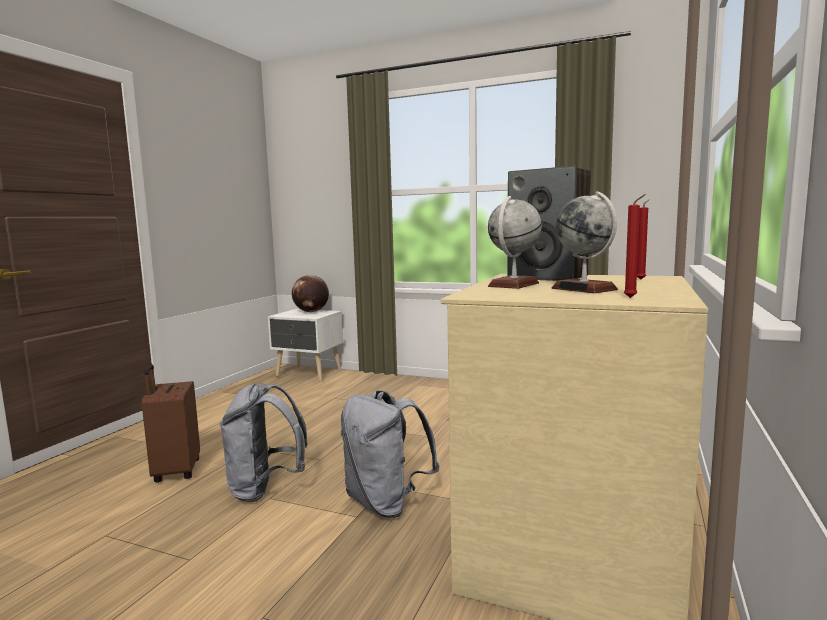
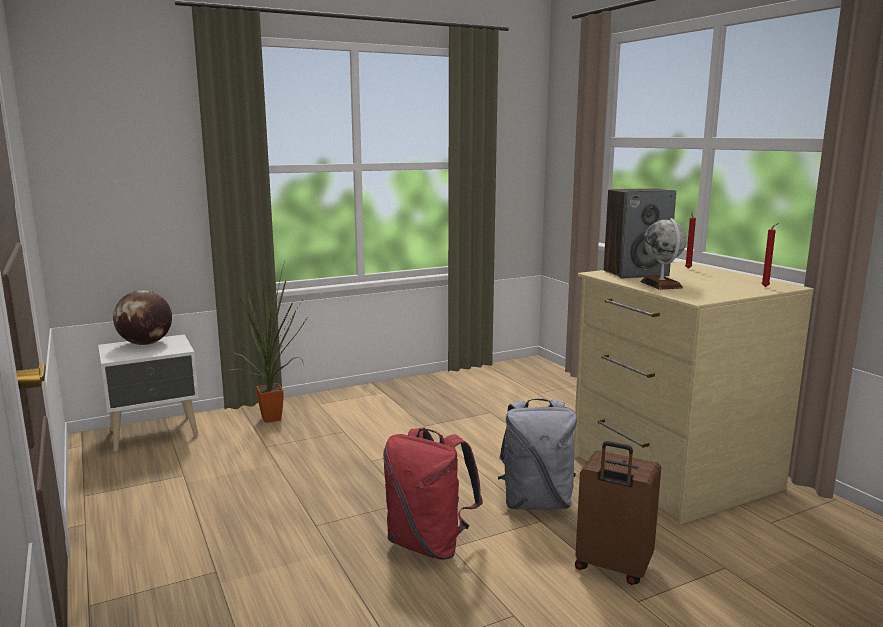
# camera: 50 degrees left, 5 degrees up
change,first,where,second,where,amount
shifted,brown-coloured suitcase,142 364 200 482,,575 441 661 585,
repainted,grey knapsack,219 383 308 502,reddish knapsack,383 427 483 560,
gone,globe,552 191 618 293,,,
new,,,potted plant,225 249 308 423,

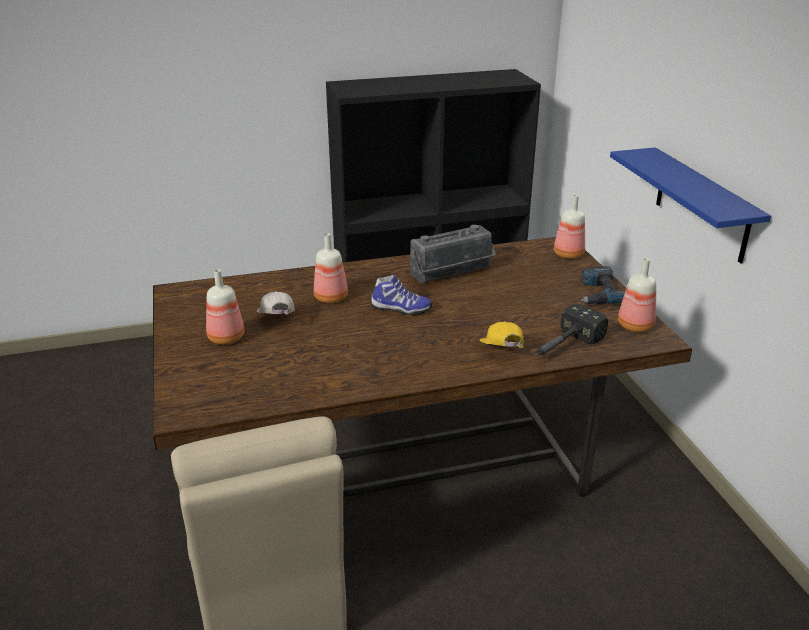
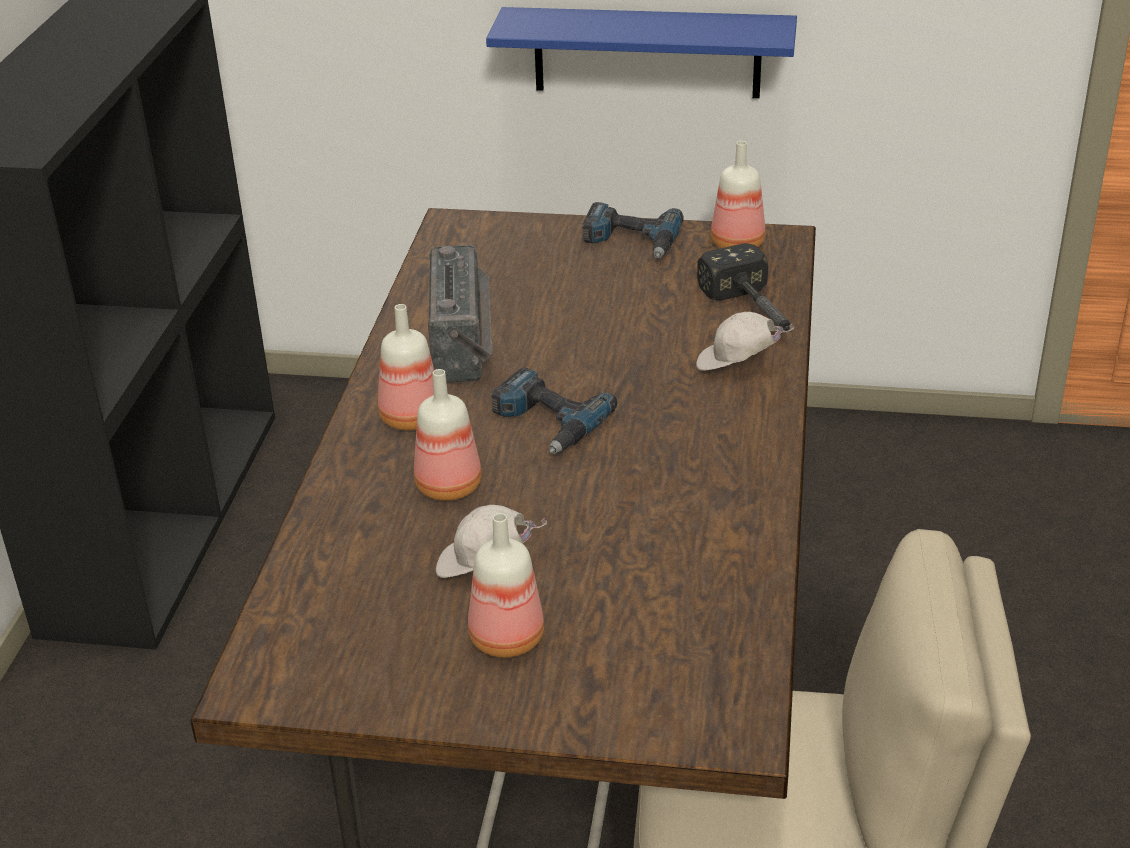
# camera: 65 degrees left, 5 degrees up
change,first,where,second,where,amount
swapped,shoe,371 275 432 316,electric drill,491 368 617 454,
repainted,yellowish cap,480 321 524 348,white cap,696 312 794 371,
shifted,drink bottle,554 195 585 259,,378 304 434 431,

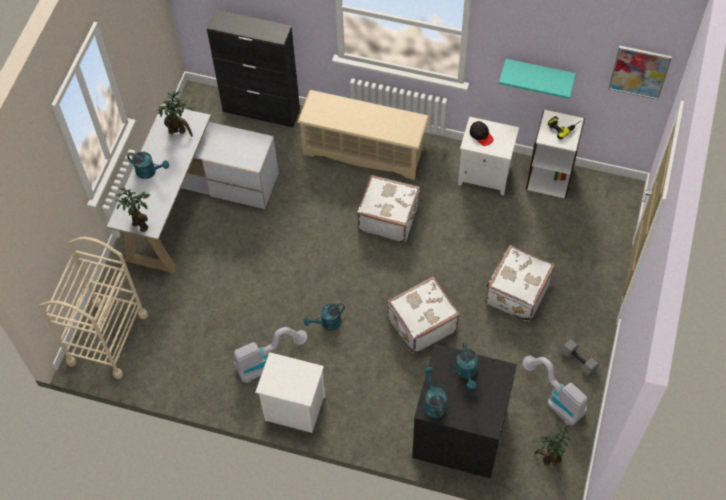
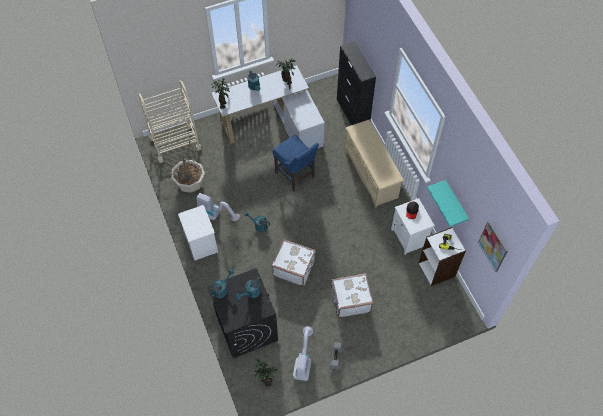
# camera: 50 degrees right, 0 degrees up
change,first,where,second,where,amount
gone,white suitcase,357 175 420 243,,,
new,,,potted plant,169 140 205 193,
new,,,blue-coloured upright chair,273 135 319 192,

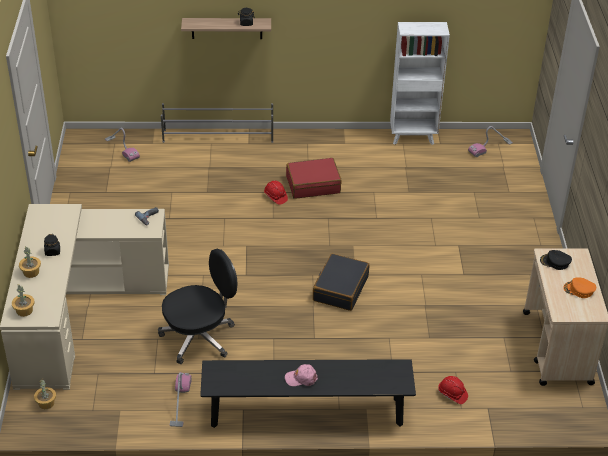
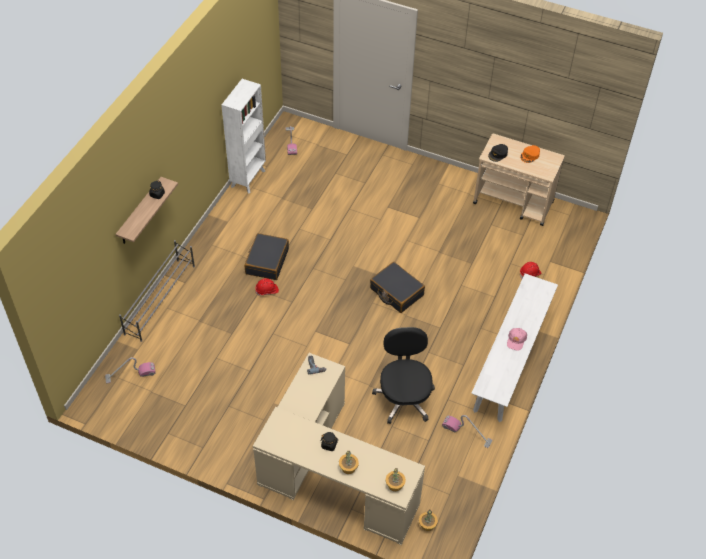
# camera: 65 degrees left, 10 degrees up
change,first,where,second,where,amount
repainted,black-coloured indoor bench,200 359 416 428,white indoor bench,471 273 558 422,
repainted,reddish suitcase,286 158 342 199,black-coloured suitcase,245 233 289 280,

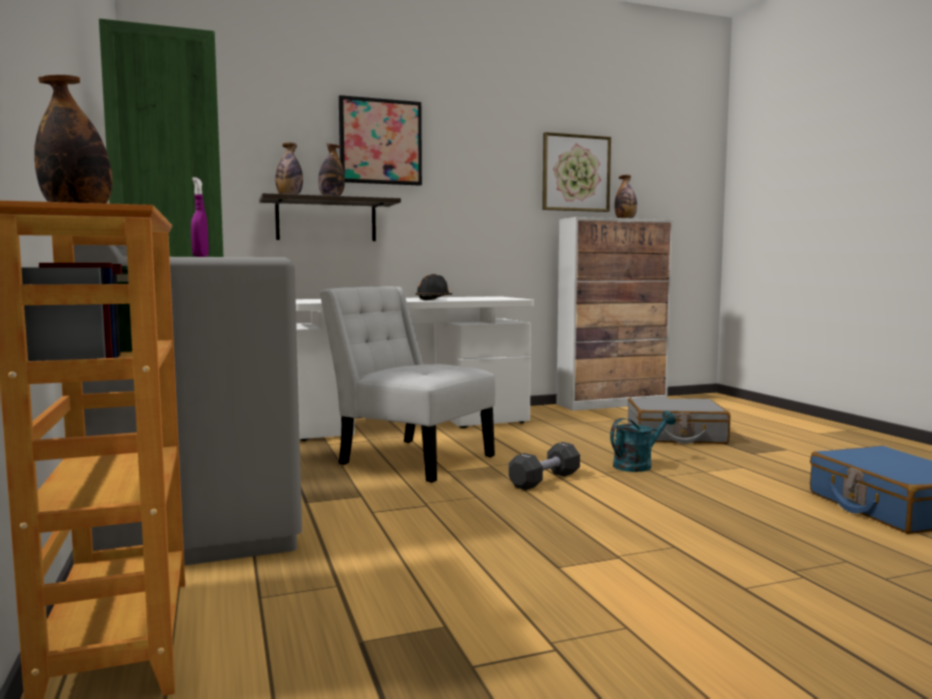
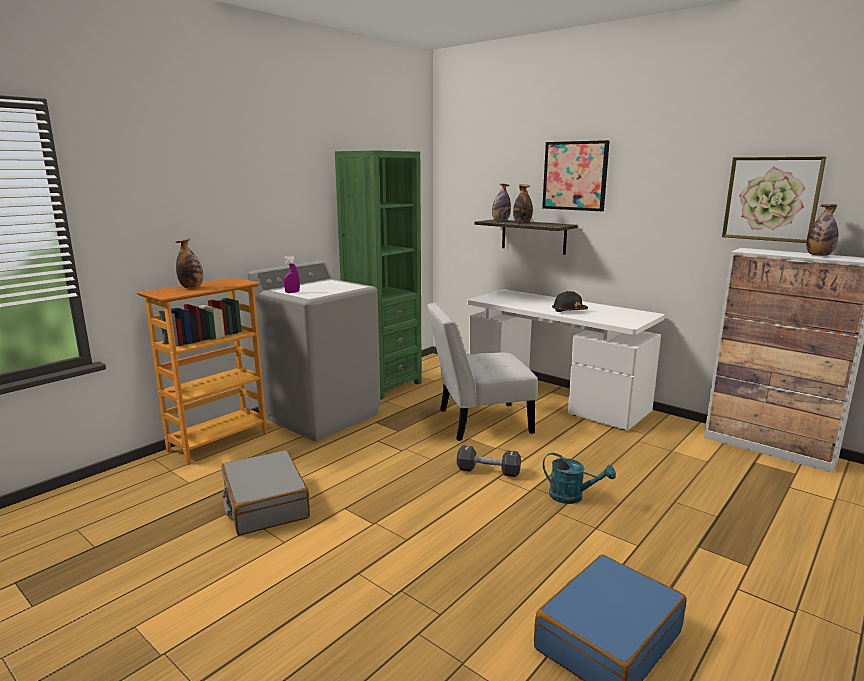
# camera: 60 degrees right, 10 degrees up
change,first,where,second,where,amount
rotated,white upright chair,320 286 496 483,,427 303 538 441,105 degrees counterclockwise
shifted,grey suitcase,628 398 730 444,,222 450 310 536,

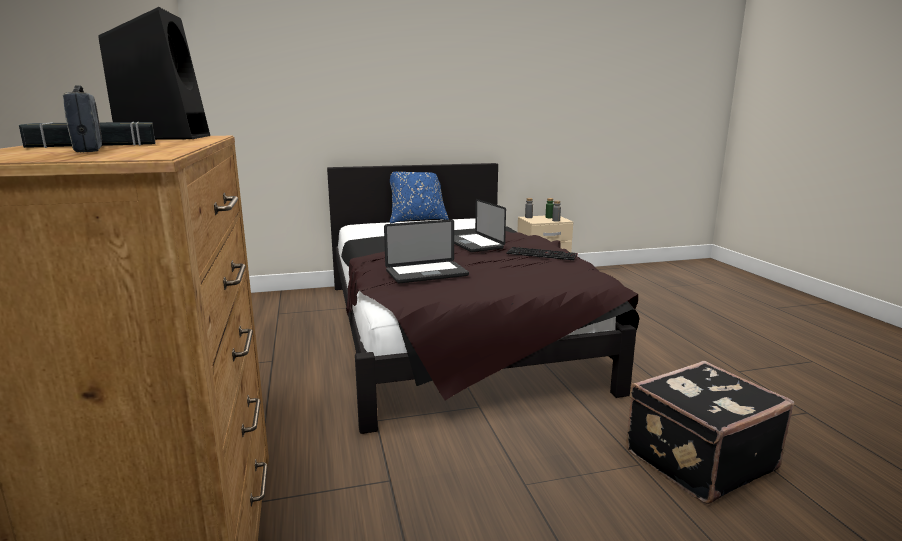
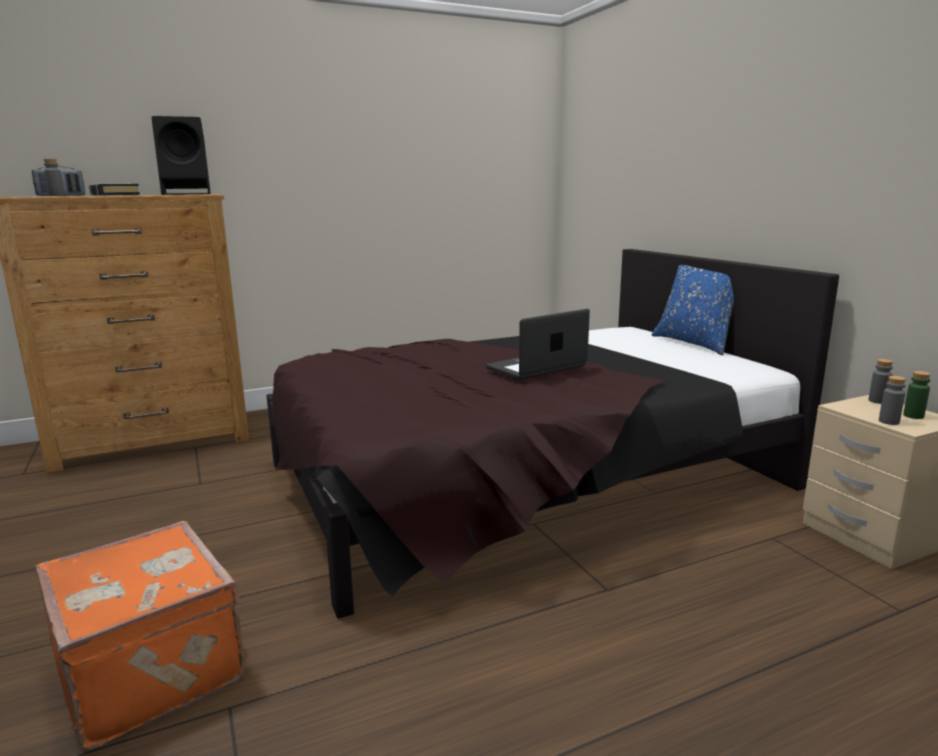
# camera: 80 degrees right, 0 degrees up
change,first,where,second,where,amount
gone,notebook computer,384 219 469 283,,,
gone,keyboard,506 247 578 260,,,
repainted,black-coloured suitcase,626 361 794 504,orangey suitcase,36 521 246 750,
new,,,grey drink bottle,44 159 65 196,

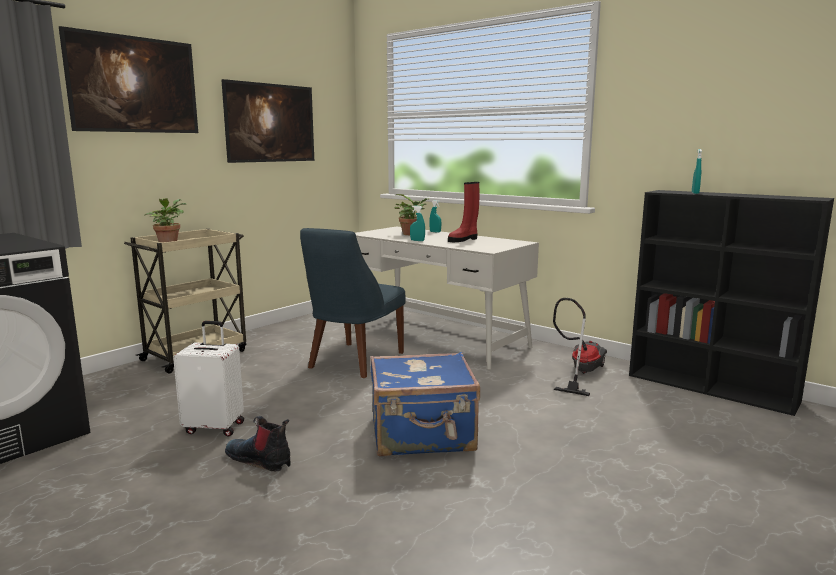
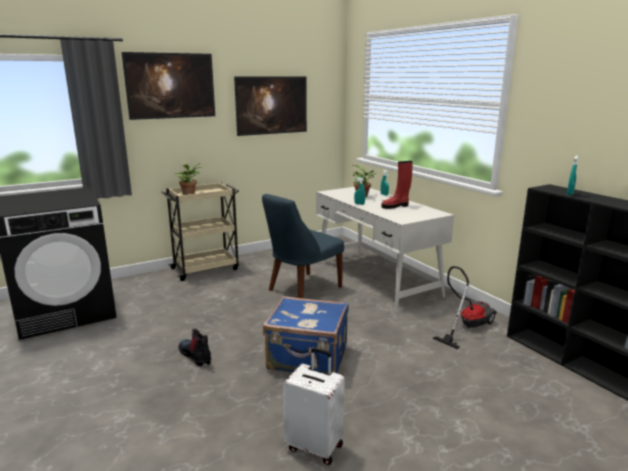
# camera: 20 degrees right, 5 degrees up
change,first,where,second,where,amount
shifted,white suitcase,173 321 244 436,,283 348 345 465,

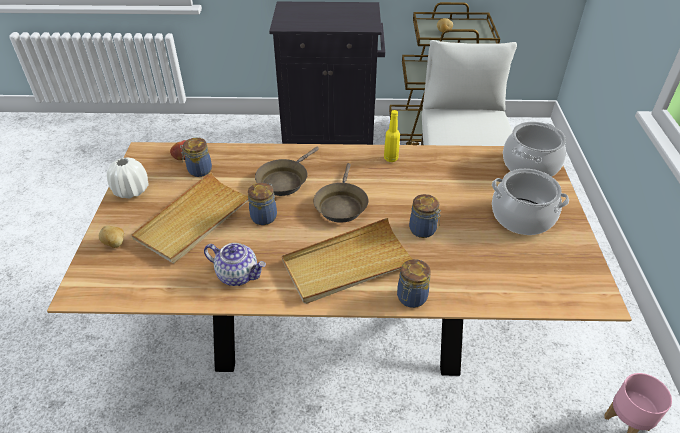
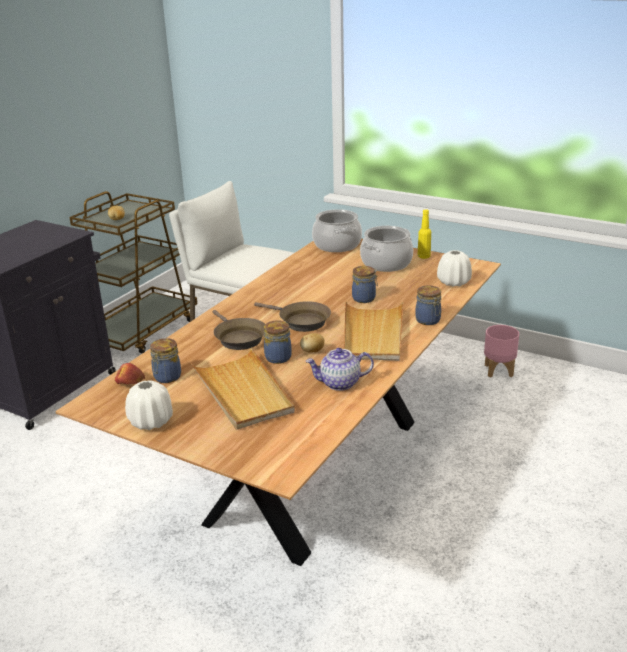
# camera: 60 degrees left, 15 degrees down
change,first,where,second,where,amount
shifted,spud,99 226 124 248,,300 333 325 353,
rotated,teapot,204 243 266 286,,306 348 374 391,150 degrees counterclockwise
shifted,yellowish drink bottle,384 110 400 162,,418 209 431 259,
new,,,white flower vase,437 250 472 287,

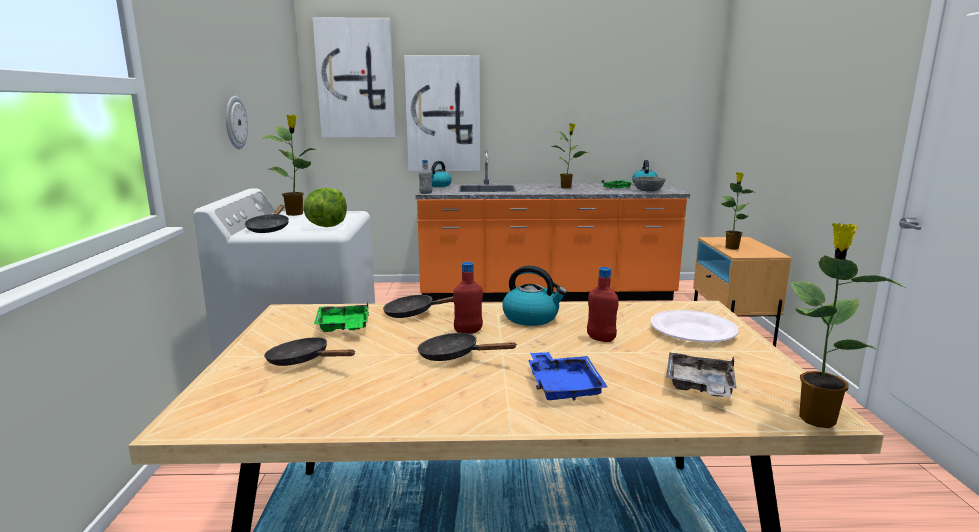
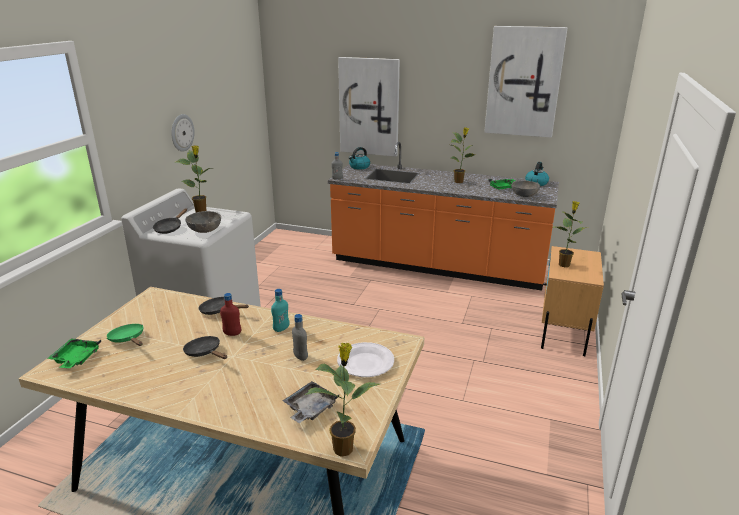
# camera: 20 degrees right, 10 degrees up
change,first,where,second,where,amount
repainted,black-coloured skillet,264 337 355 366,green skillet,107 324 143 346,
swapped,lettuce head,303 188 347 227,grey serving bowl,185 211 221 233,
shifted,picture,312 18 395 138,,484 26 568 138,
shifted,green tray,314 302 369 332,,47 338 101 368,
swapped,kettle,502 266 567 326,blue-green drink bottle,271 289 289 332,
gone,blue-coloured tray,528 352 608 401,,,
repainted,reddish drink bottle,587 267 619 342,grey drink bottle,292 314 308 361,

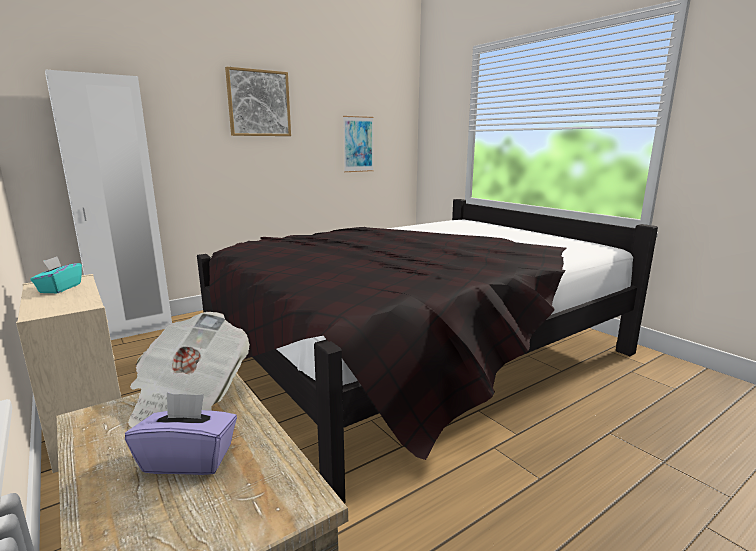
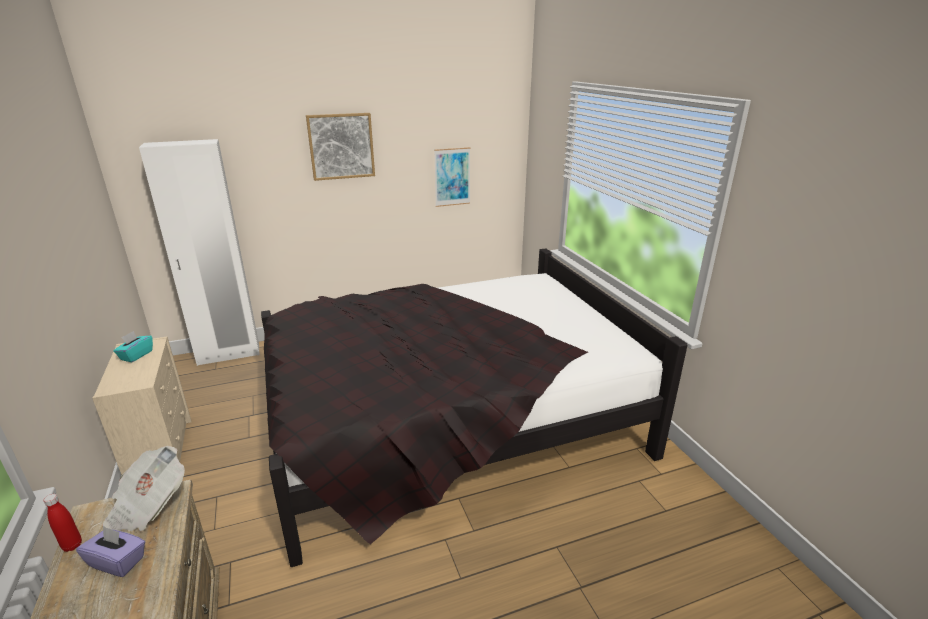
# camera: 15 degrees right, 10 degrees up
change,first,where,second,where,amount
new,,,reddish drink bottle,43 494 82 552,

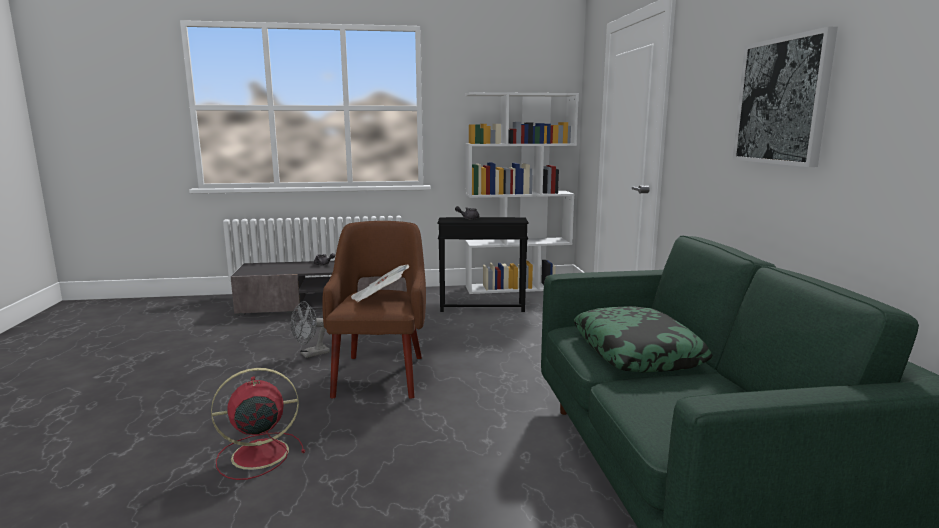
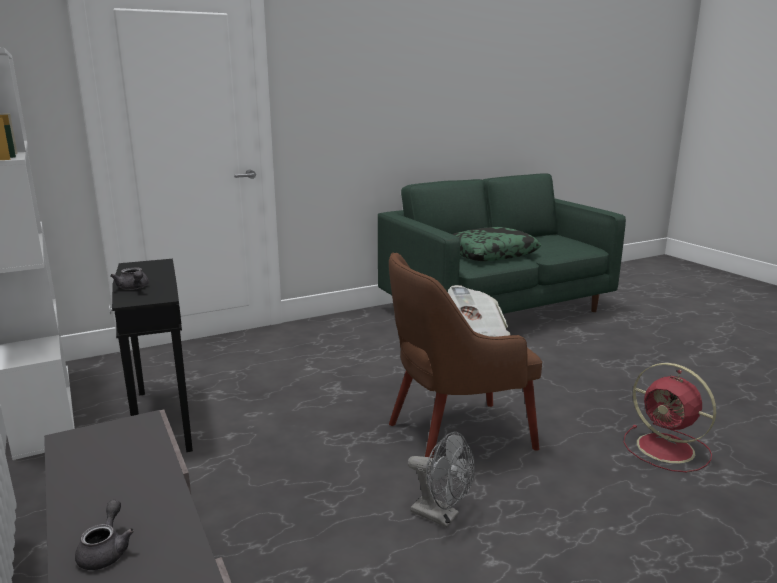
# camera: 110 degrees left, 5 degrees up
change,first,where,second,where,amount
gone,picture,733 27 838 167,,,

